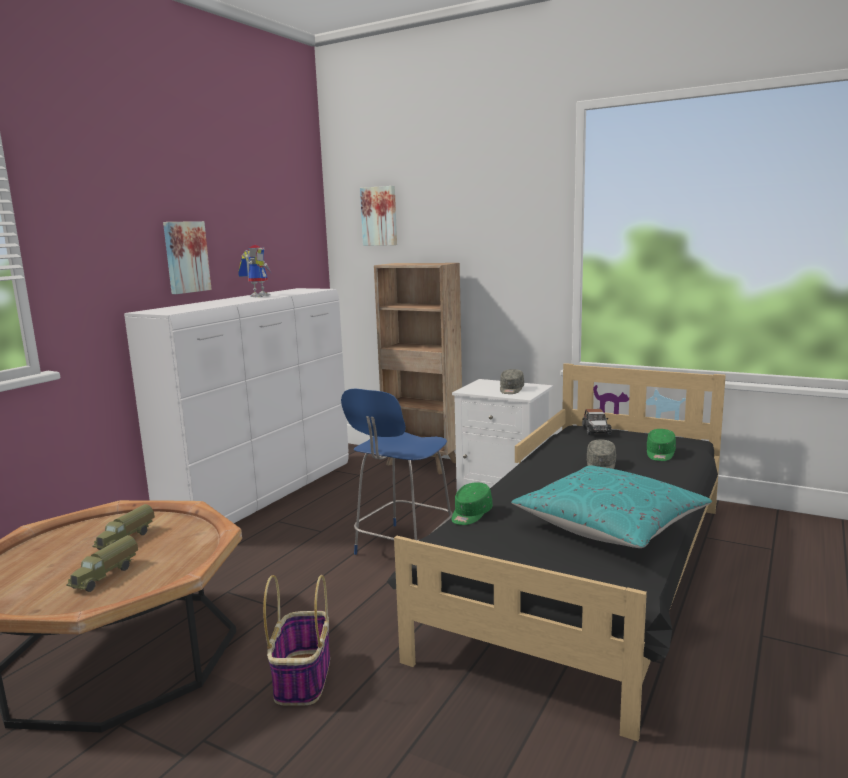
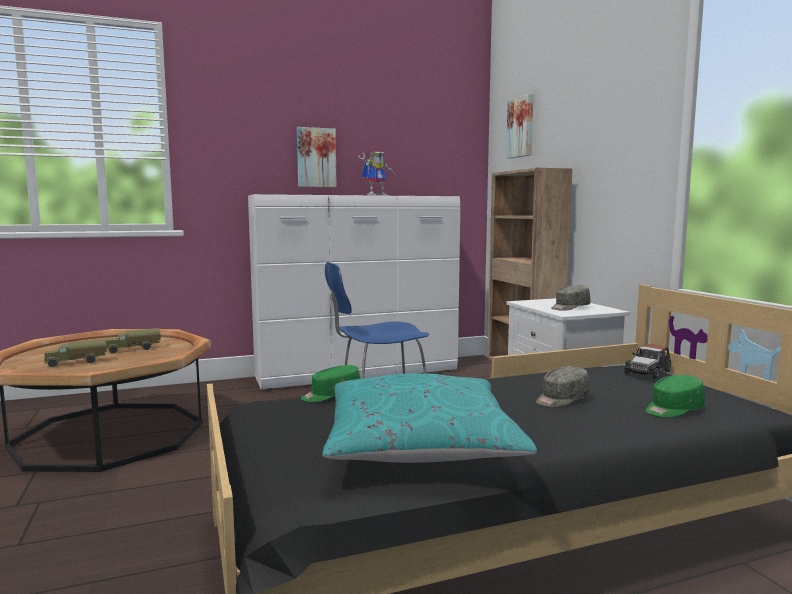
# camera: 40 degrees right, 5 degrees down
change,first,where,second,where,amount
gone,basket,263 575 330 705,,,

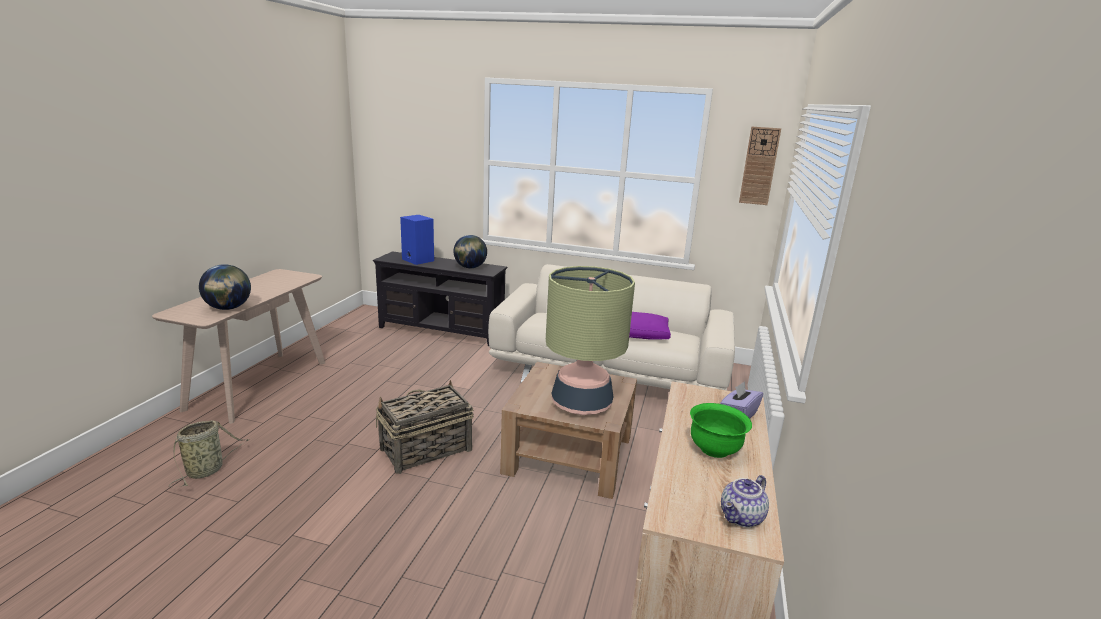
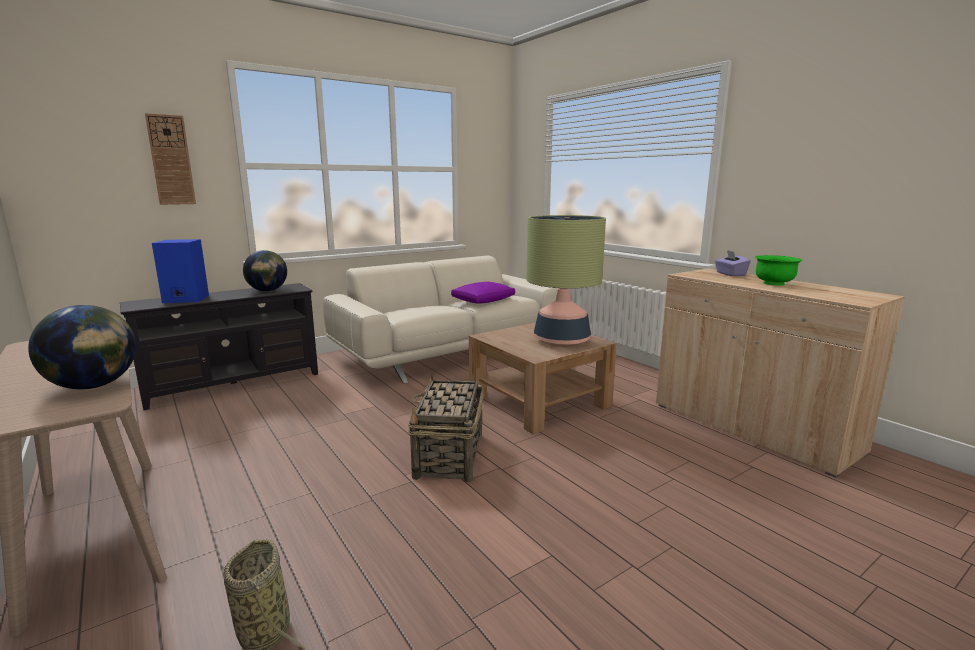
# camera: 50 degrees left, 5 degrees down
change,first,where,second,where,amount
gone,teapot,721 475 769 528,,,
shifted,clock on the wall,739 127 781 205,,145 113 196 205,

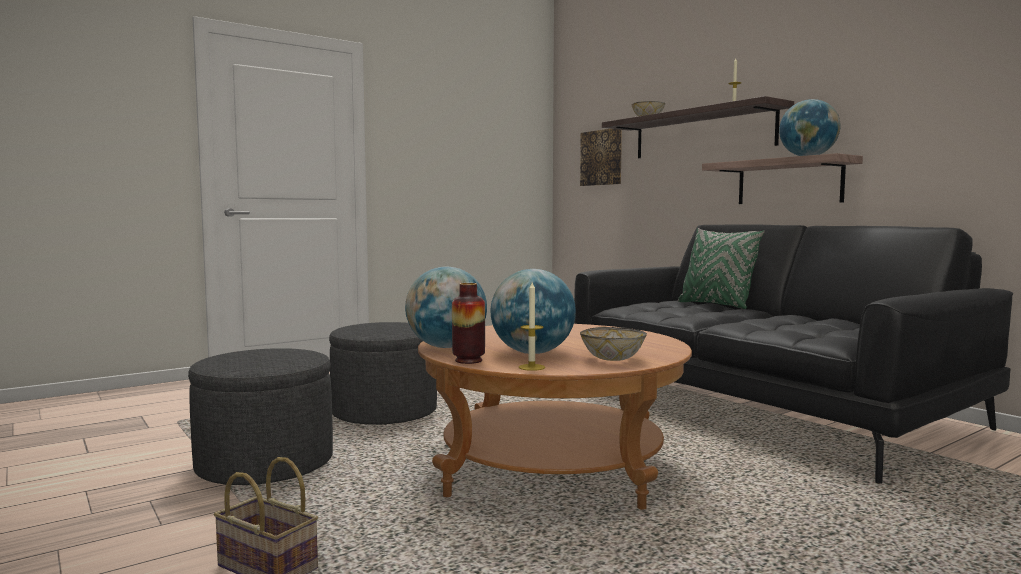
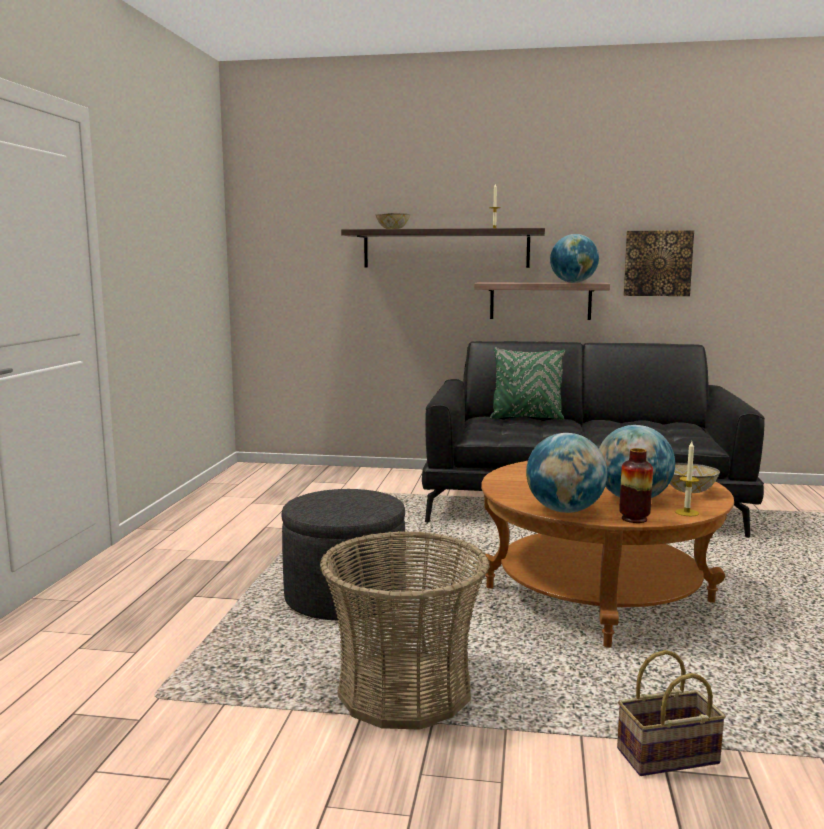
# camera: 45 degrees left, 5 degrees up
change,first,where,second,where,amount
swapped,grey footrest,188 348 333 485,basket,320 531 490 730,
shifted,picture,580 129 622 186,,623 230 694 296,

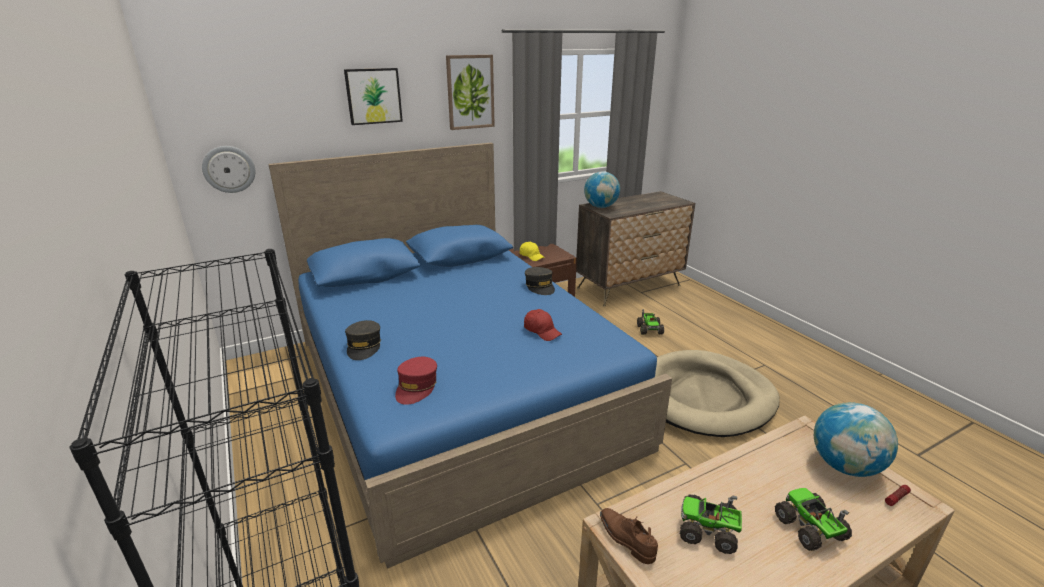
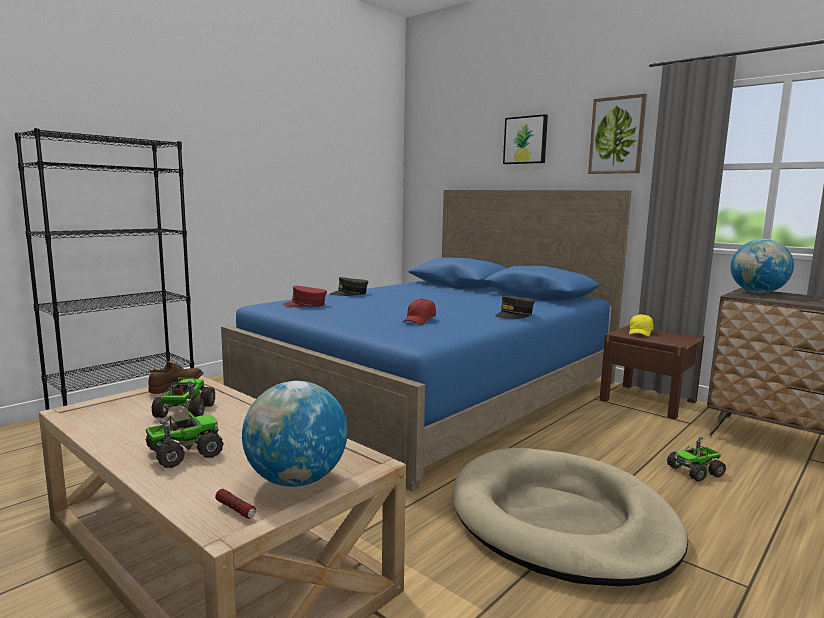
# camera: 70 degrees right, 15 degrees down
change,first,where,second,where,amount
gone,clock on the wall,202 146 255 193,,,

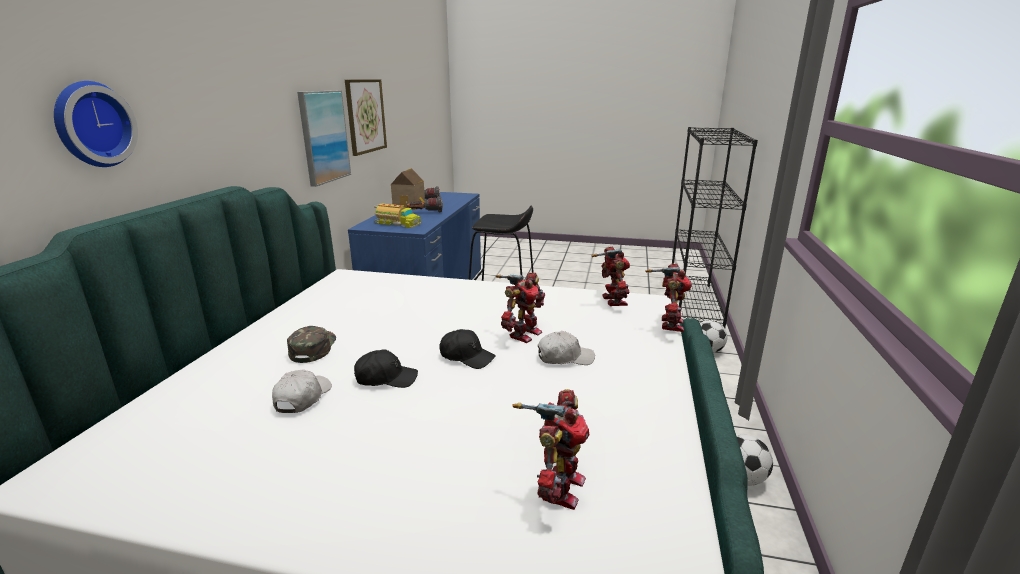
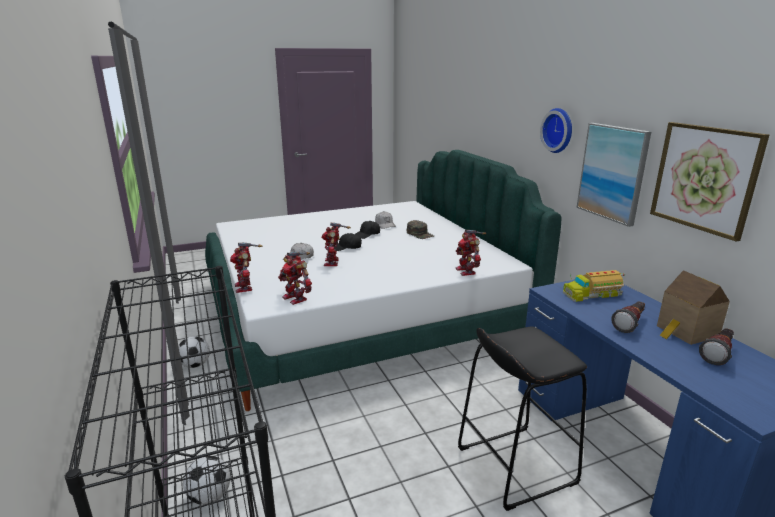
# camera: 145 degrees right, 0 degrees up
change,first,where,second,where,amount
shifted,clock on the wall,54 81 138 167,,540 108 572 153,
shifted,toy robot,512 389 590 510,,456 230 486 276,

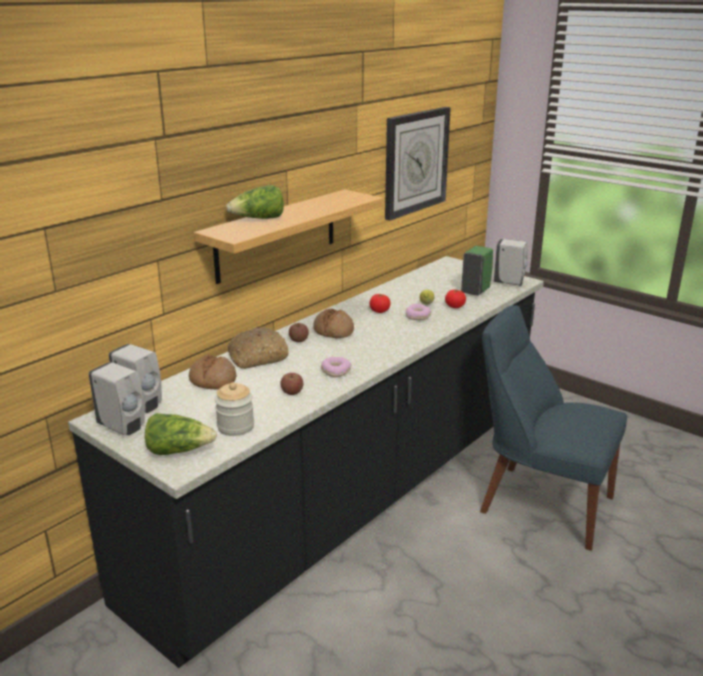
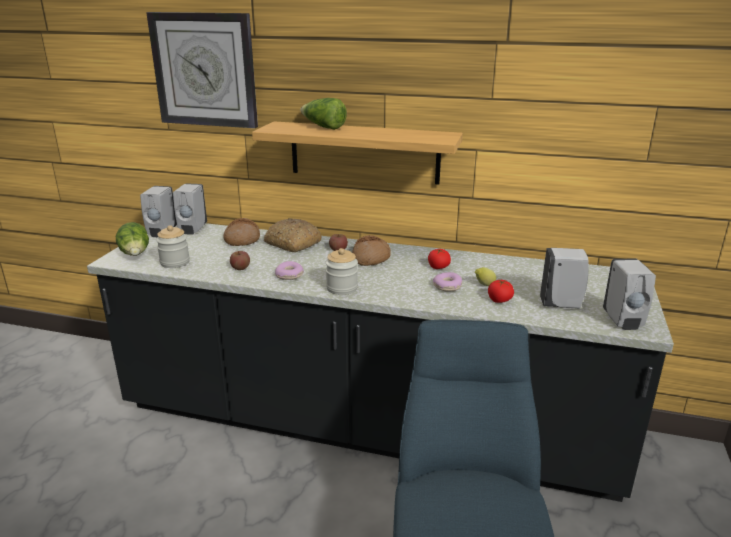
# camera: 65 degrees right, 0 degrees up
change,first,where,second,where,amount
shifted,clock on the wall,385 107 451 221,,146 12 258 128,
repainted,green soap dispenser,461 246 493 296,white soap dispenser,540 248 589 309,
new,,,preserve jar,325 248 358 295,

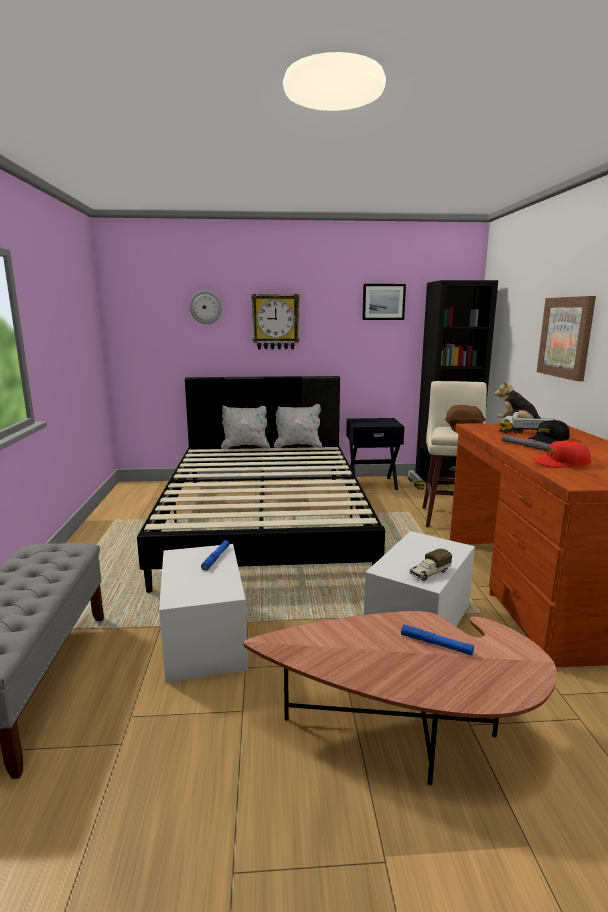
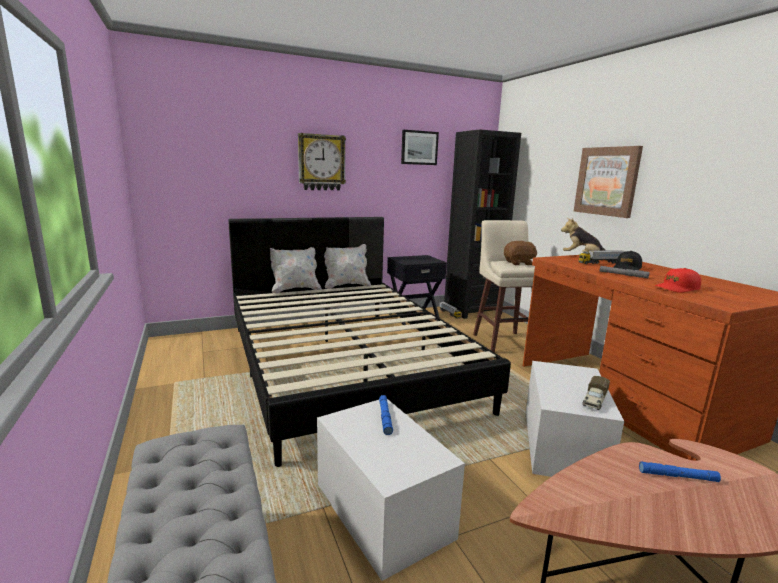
# camera: 20 degrees left, 0 degrees up
change,first,where,second,where,amount
gone,clock on the wall,190 290 222 324,,,

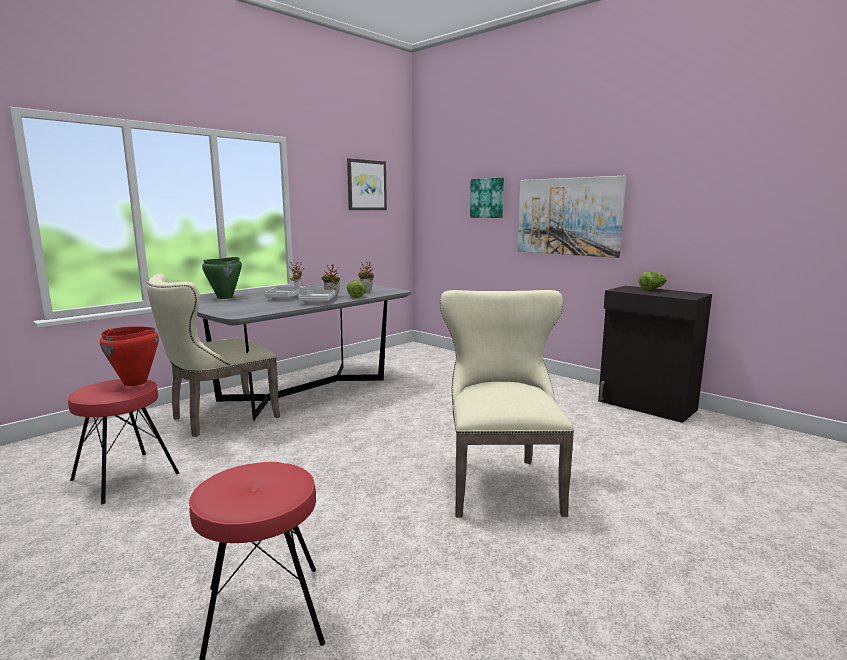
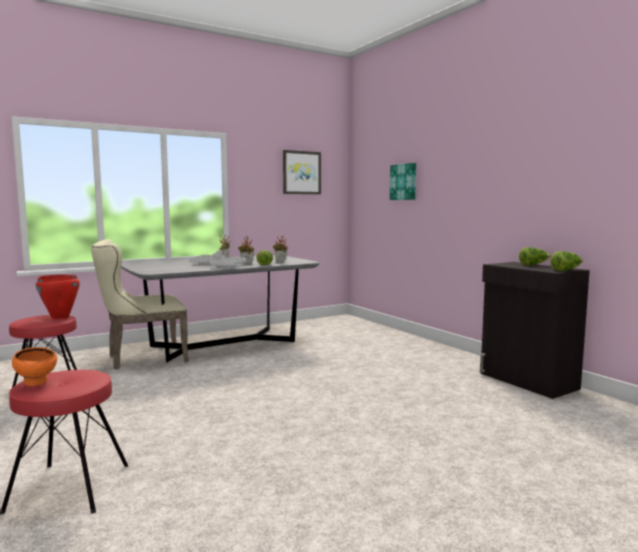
# camera: 15 degrees right, 5 degrees down
change,first,where,second,where,amount
gone,green cooking pot,202 257 242 299,,,
gone,sand-coloured upright chair,440 290 574 517,,,
gone,picture,518 176 626 258,,,
new,,,orangey serving bowl,12 347 57 386,
new,,,lettuce head,550 251 583 271,

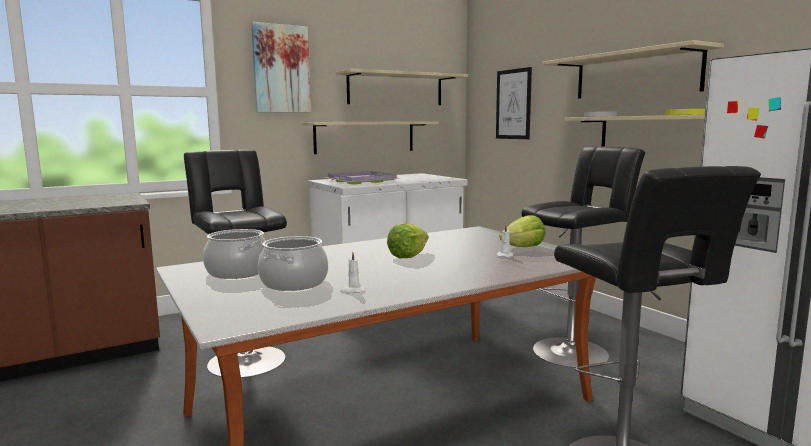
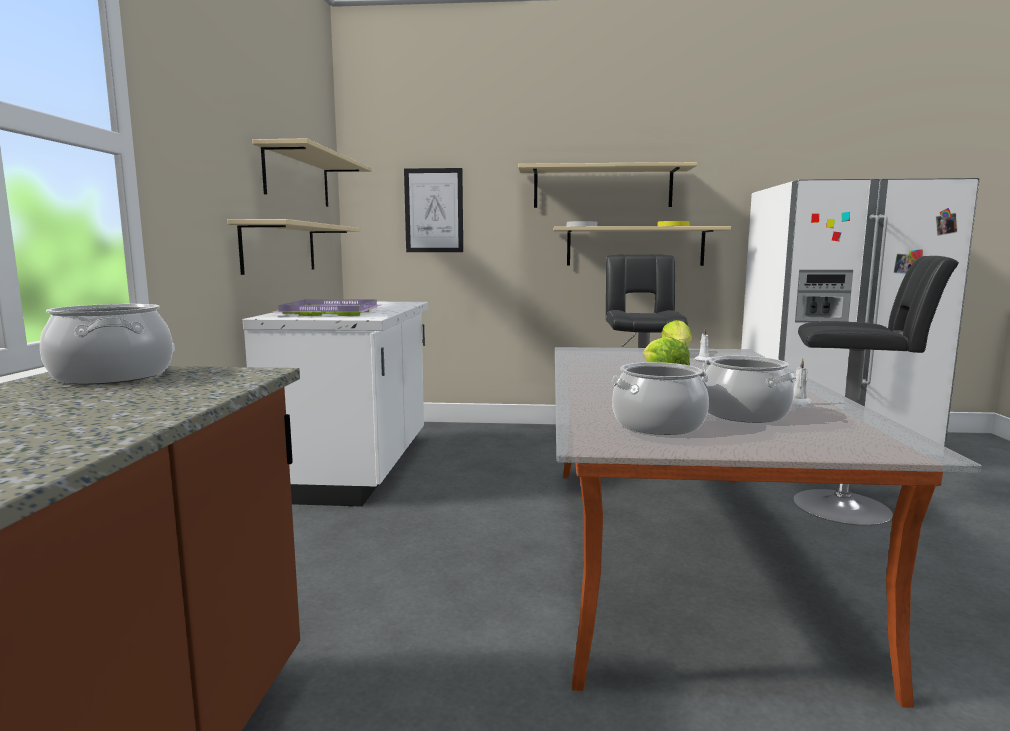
# camera: 55 degrees left, 0 degrees up
change,first,where,second,where,amount
gone,black-coloured stool seat,184 150 287 378,,,
gone,picture,251 22 311 113,,,
new,,,cooking pot,40 304 173 385,

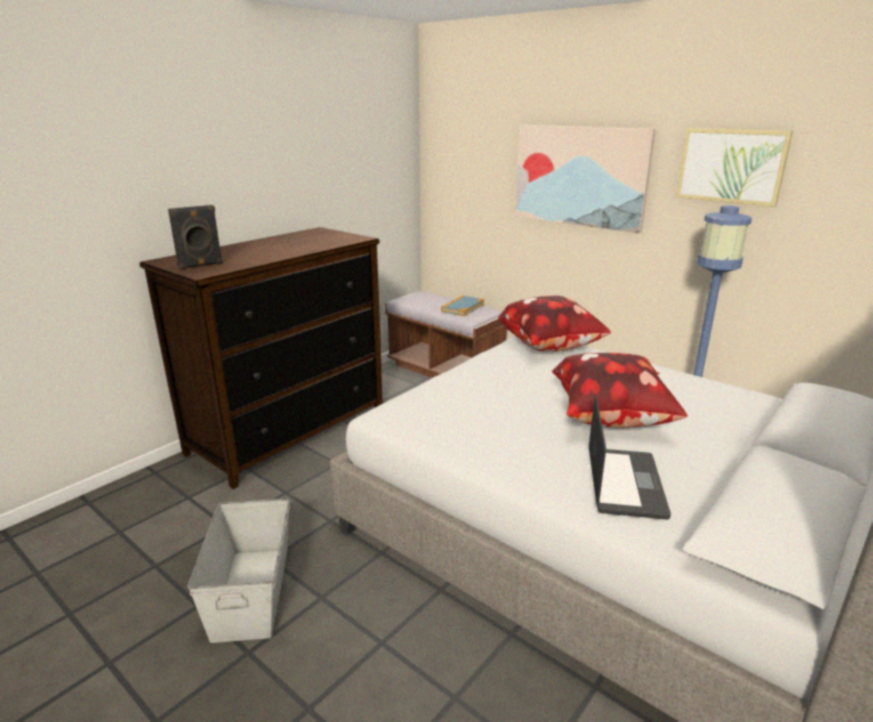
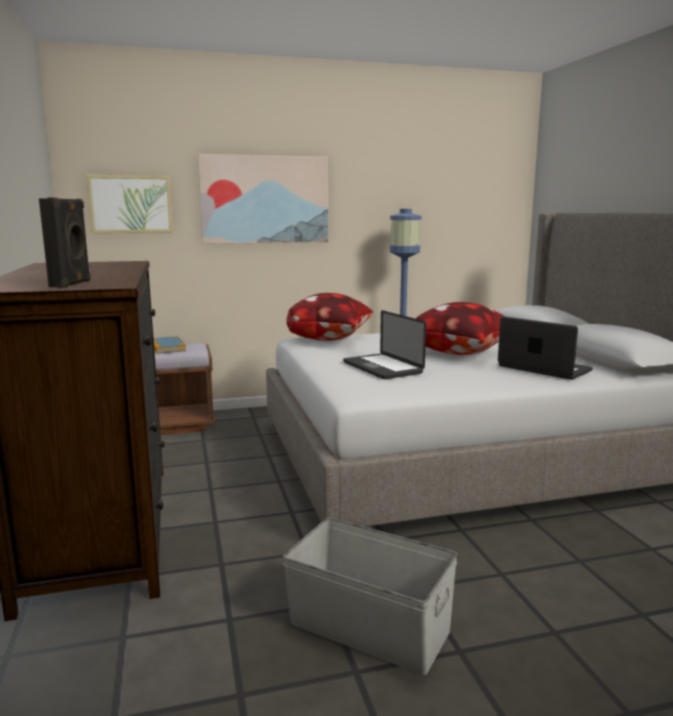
# camera: 55 degrees left, 10 degrees down
change,first,where,second,where,amount
shifted,picture,676 128 793 207,,86 175 173 233,
new,,,notebook computer,343 310 426 379,

